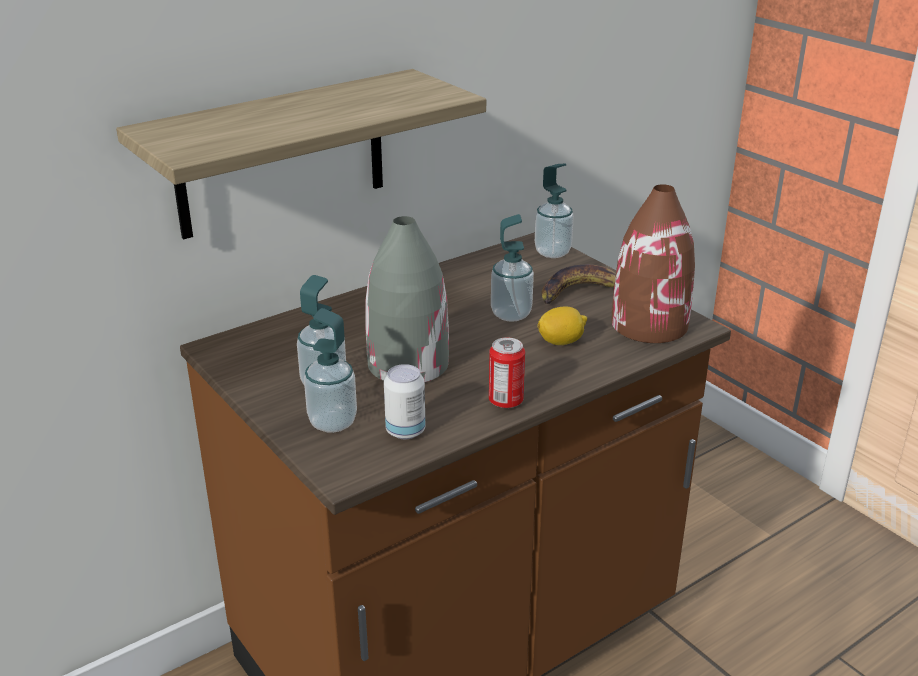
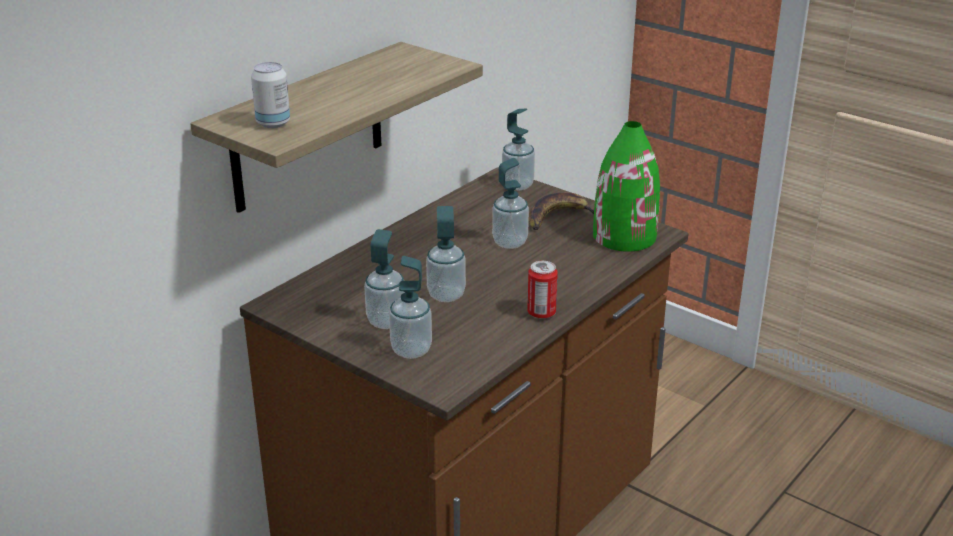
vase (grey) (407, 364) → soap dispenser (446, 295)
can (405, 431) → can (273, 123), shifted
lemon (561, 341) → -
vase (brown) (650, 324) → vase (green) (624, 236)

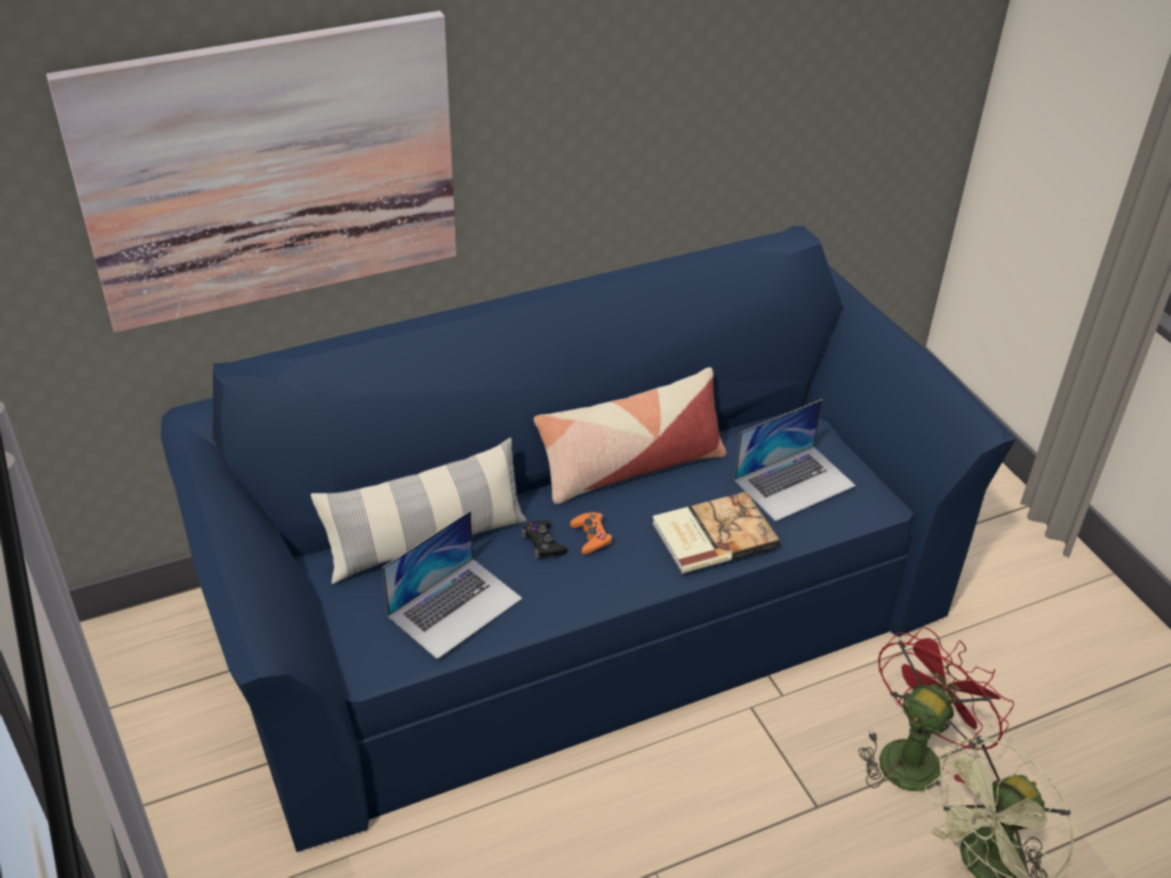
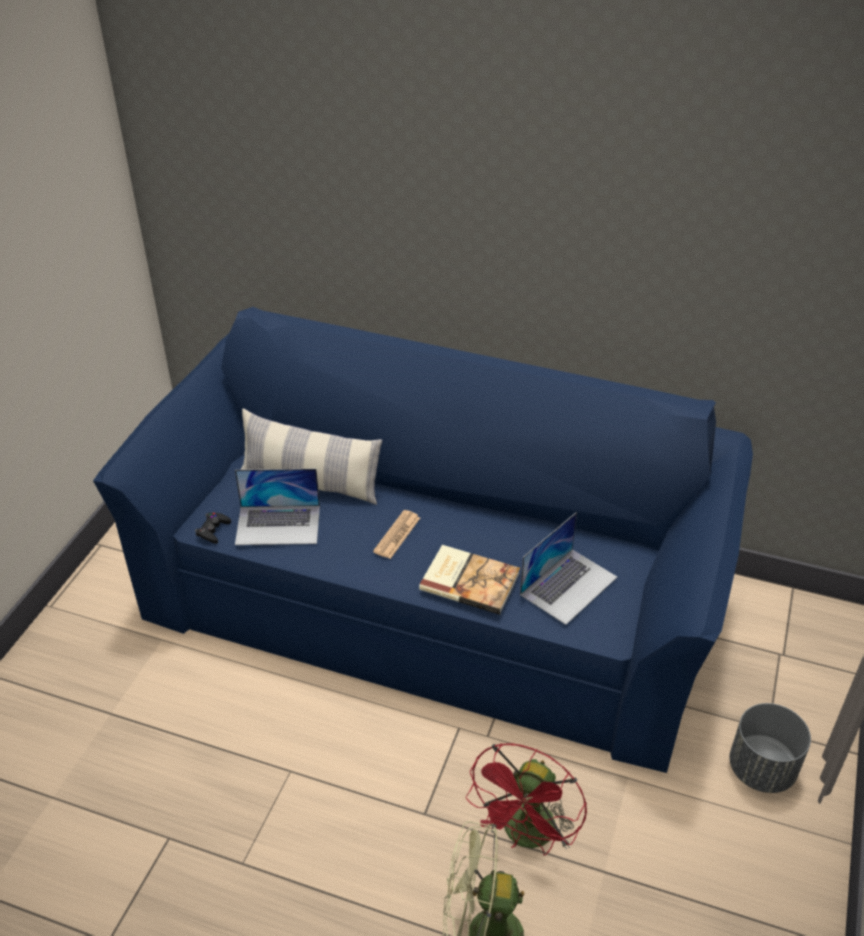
picture (272, 171) → -
game controller (black) (543, 543) → game controller (black) (213, 530), shifted
pillow (630, 466) → -
game controller (orange) (591, 536) → newspaper (397, 535)
laptop (794, 482) → laptop (568, 585), 60 degrees counterclockwise
fan (red) (915, 755) → fan (red) (527, 836), 120 degrees clockwise
- → planter (grey) (762, 769)

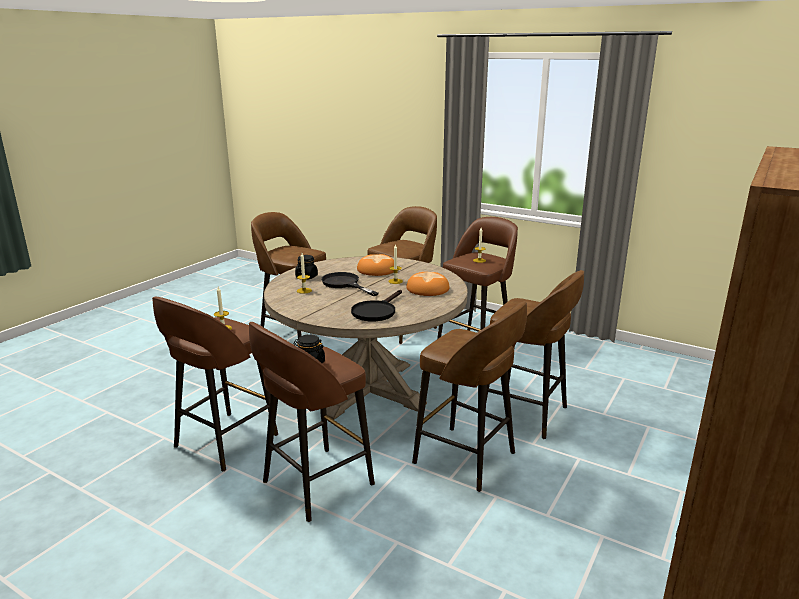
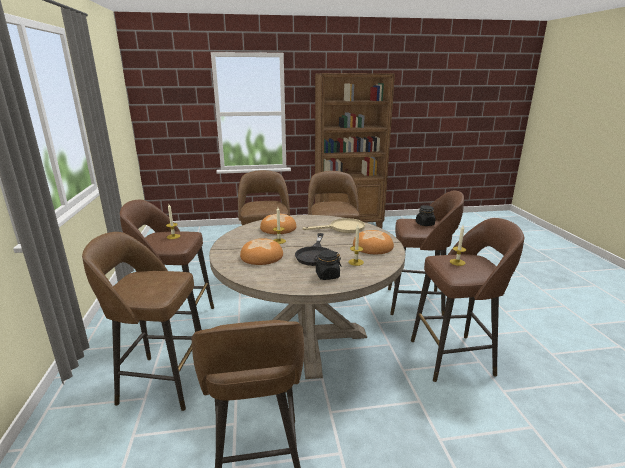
frying pan (black) (376, 311) → frying pan (beige) (342, 228)
- → bread (373, 247)

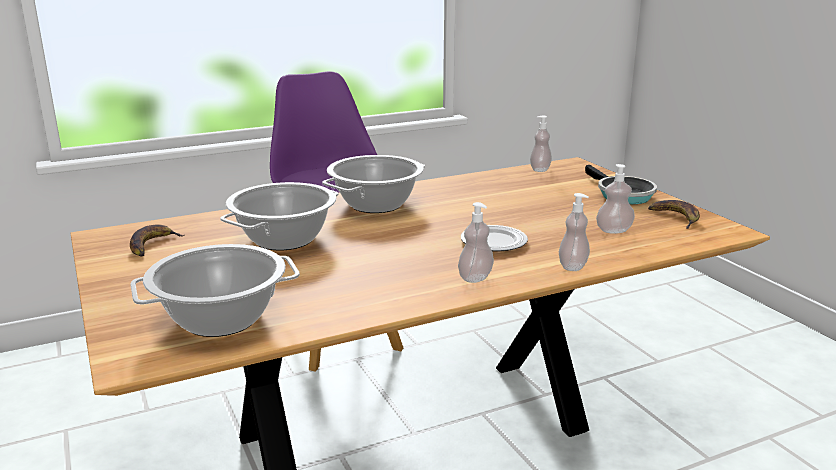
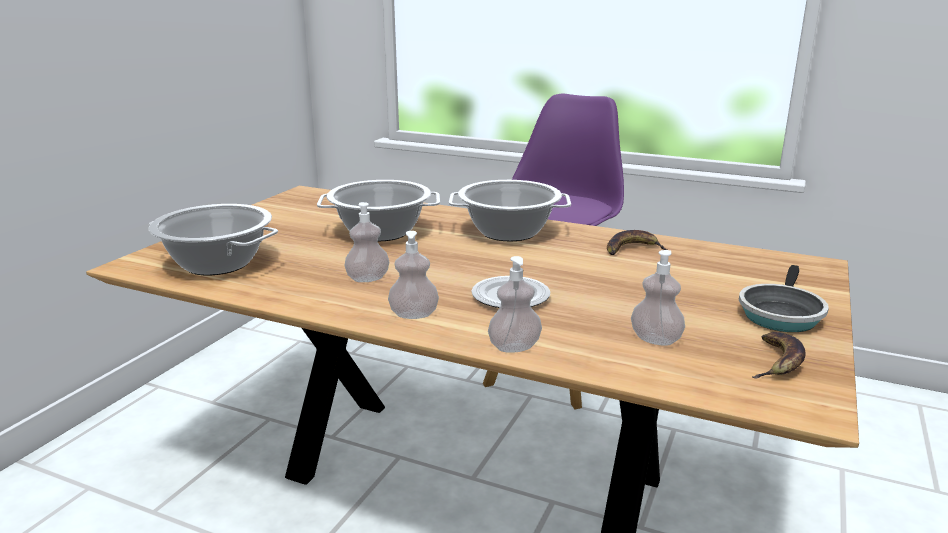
banana (152, 245) → banana (632, 249), shifted
soap dispenser (540, 169) → soap dispenser (368, 279), shifted

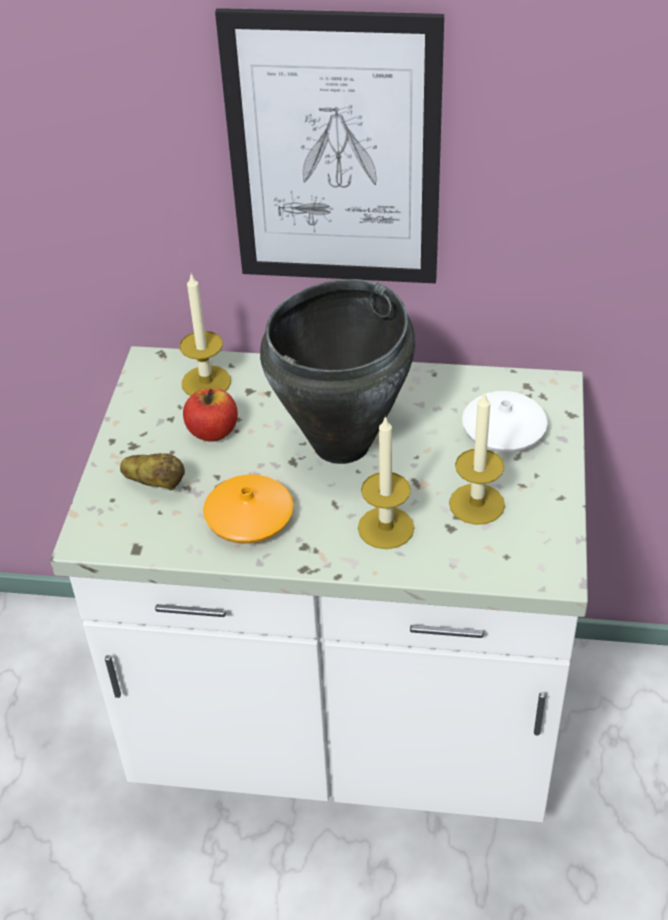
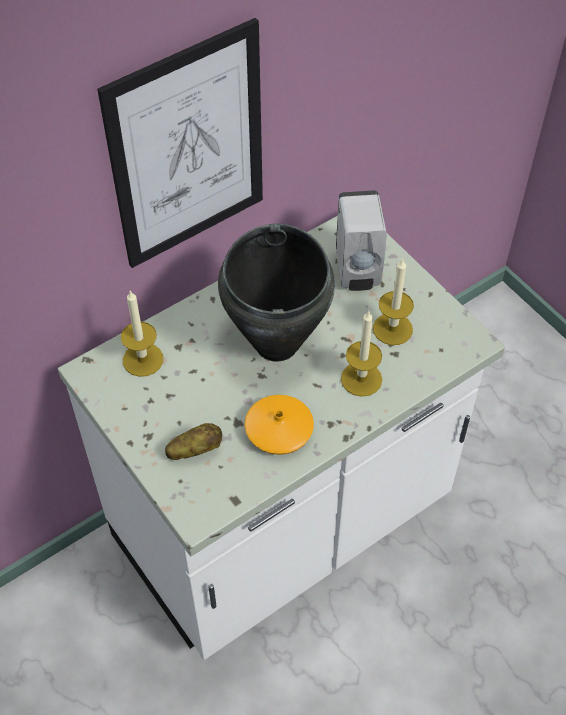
apple (213, 431) → -
vase (white) (503, 431) → soap dispenser (white) (357, 272)

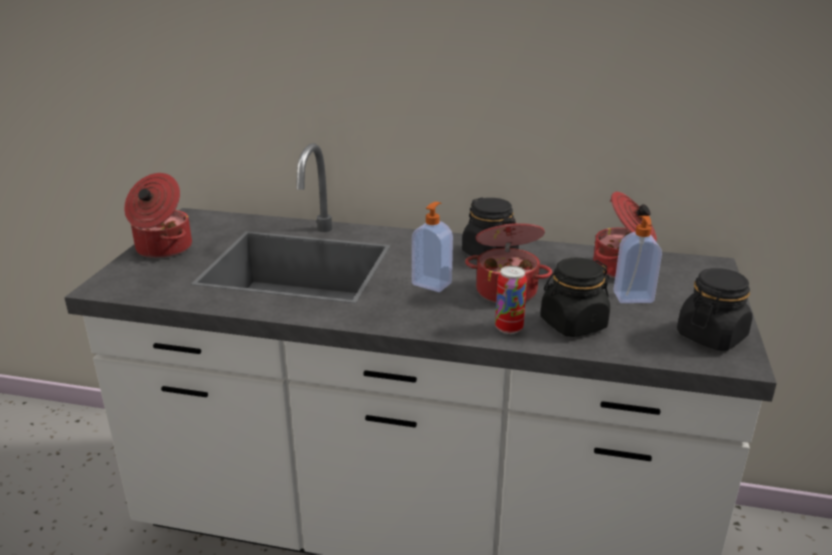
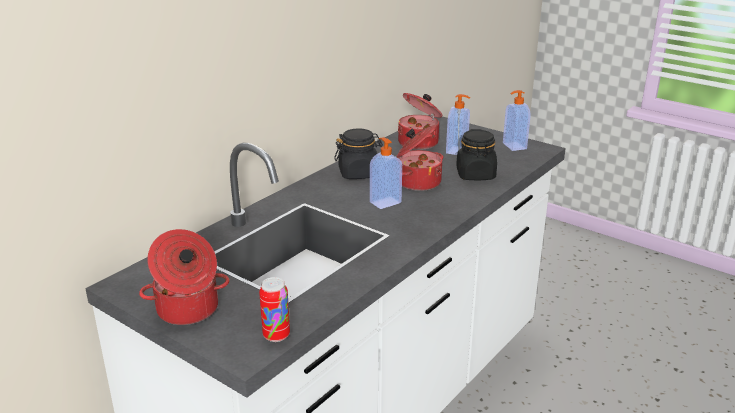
can (509, 328) → can (276, 335), shifted
jar (black) (711, 336) → soap dispenser (513, 146)

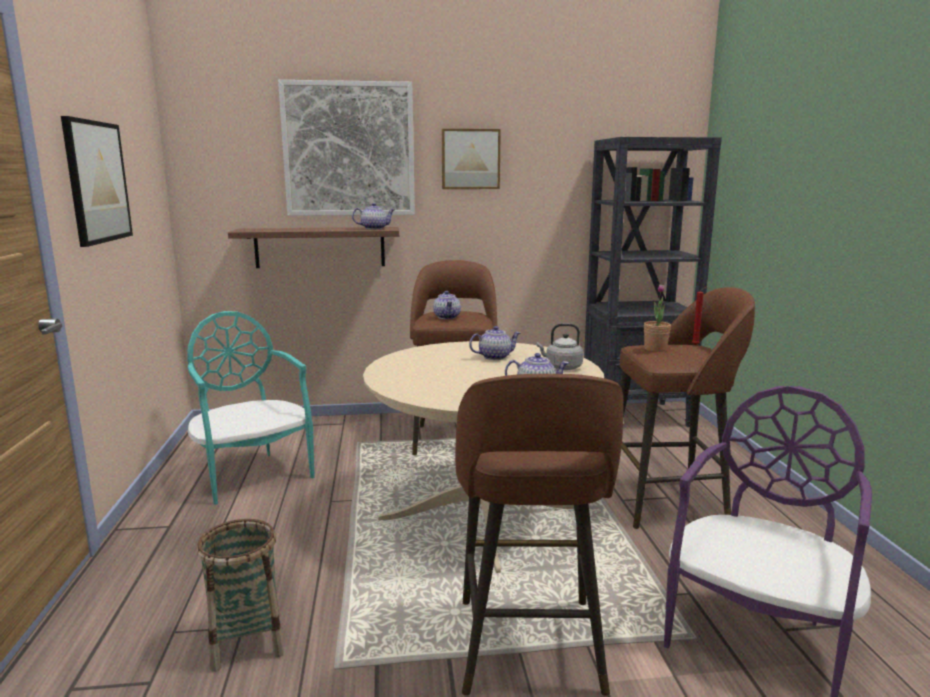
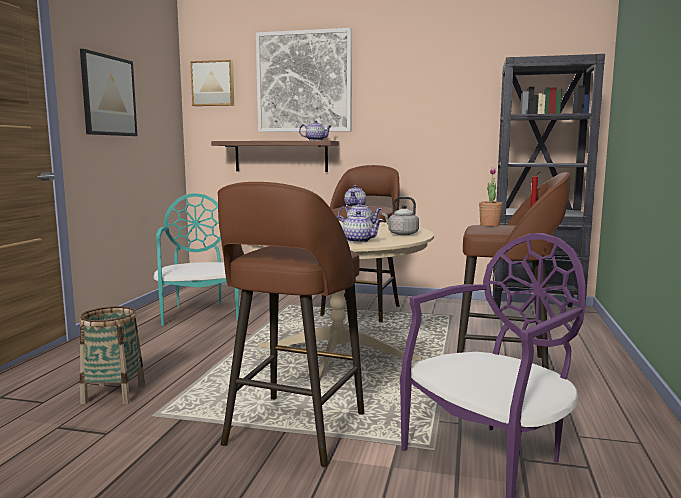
picture (470, 159) → picture (213, 83), shifted

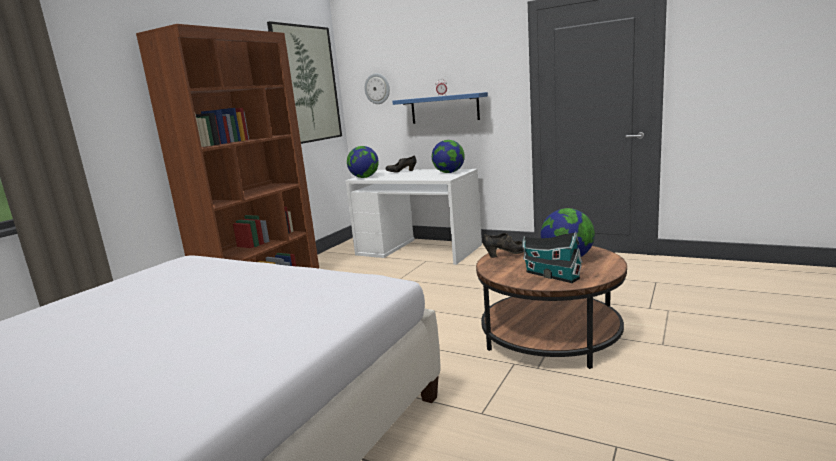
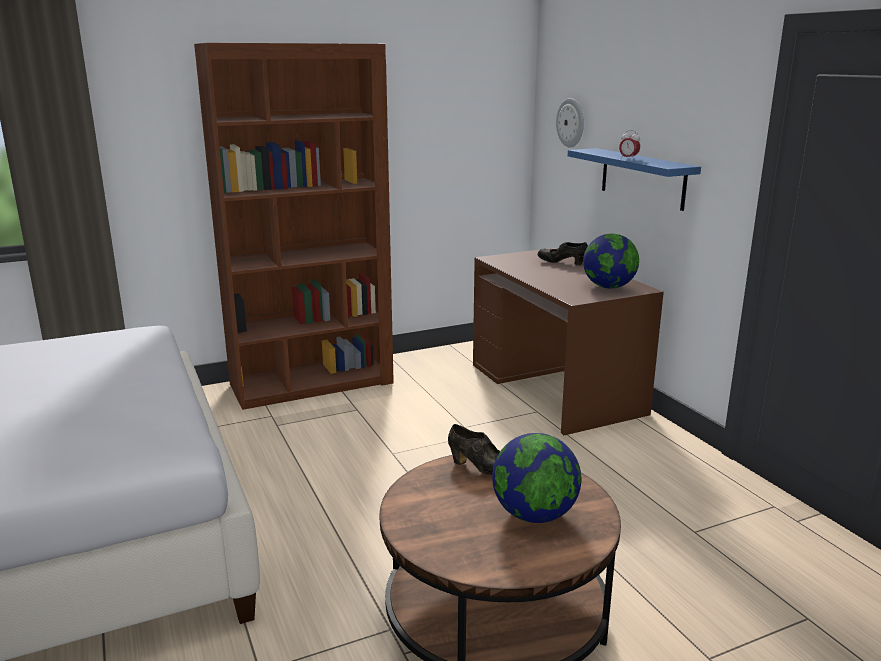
picture (306, 84) → -
desk (white) (418, 250) → desk (brown) (555, 388)
globe (364, 177) → -
toy house (550, 275) → -

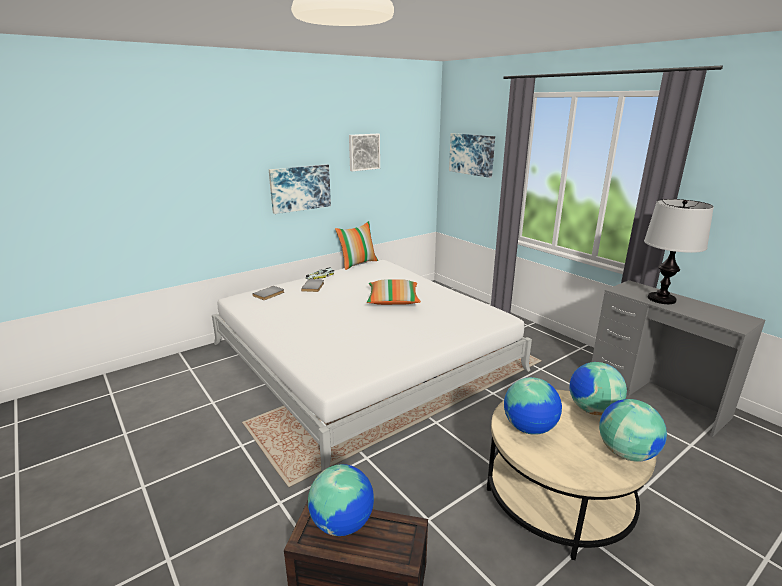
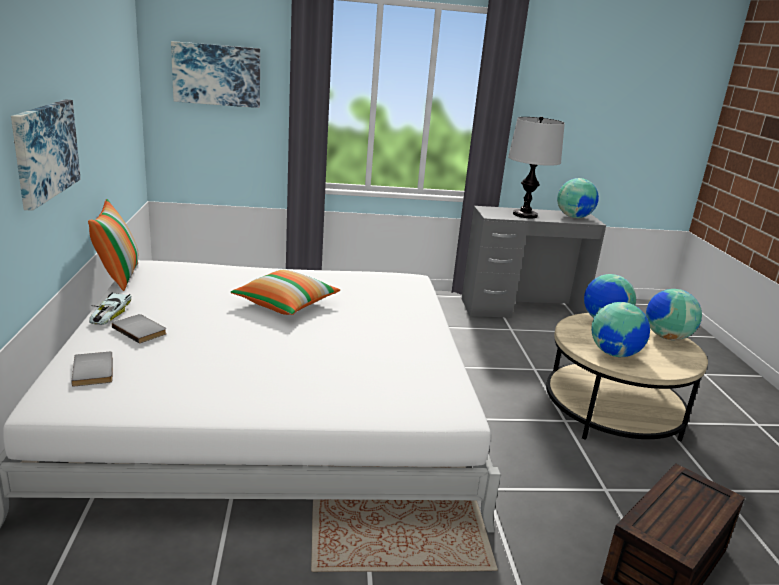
globe (343, 523) → globe (574, 217), shifted
picture (363, 152) → -

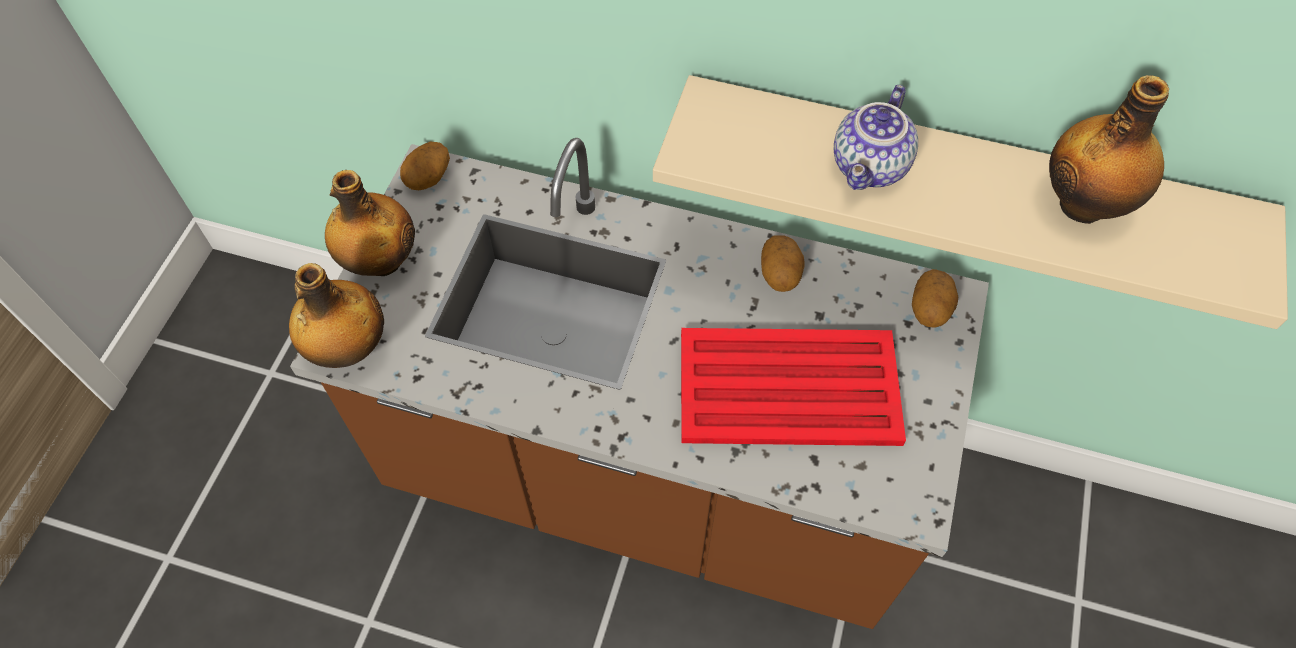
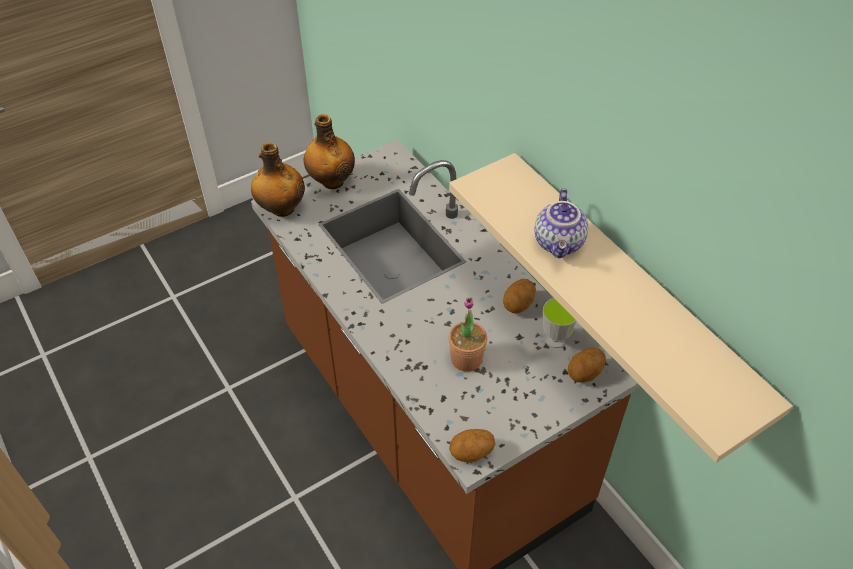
potato (429, 179) → potato (471, 454), shifted
tray (red) (791, 388) → potted plant (466, 359)
teapot (871, 167) → teapot (560, 243), 60 degrees counterclockwise
bottle (1084, 204) → -
- → cup (555, 340)

